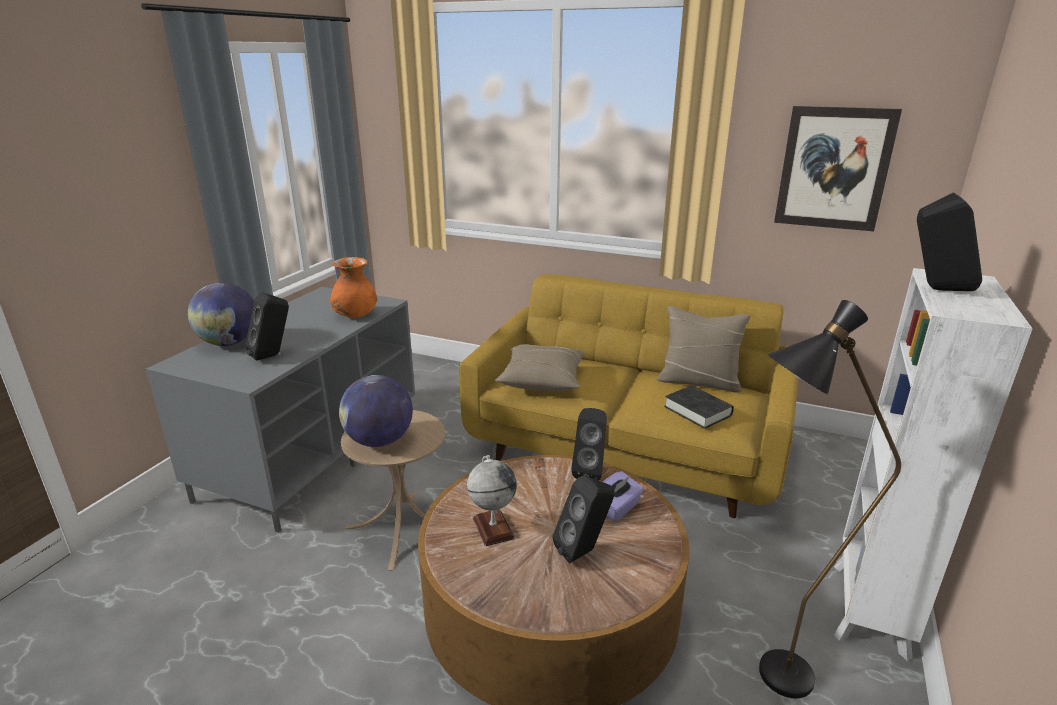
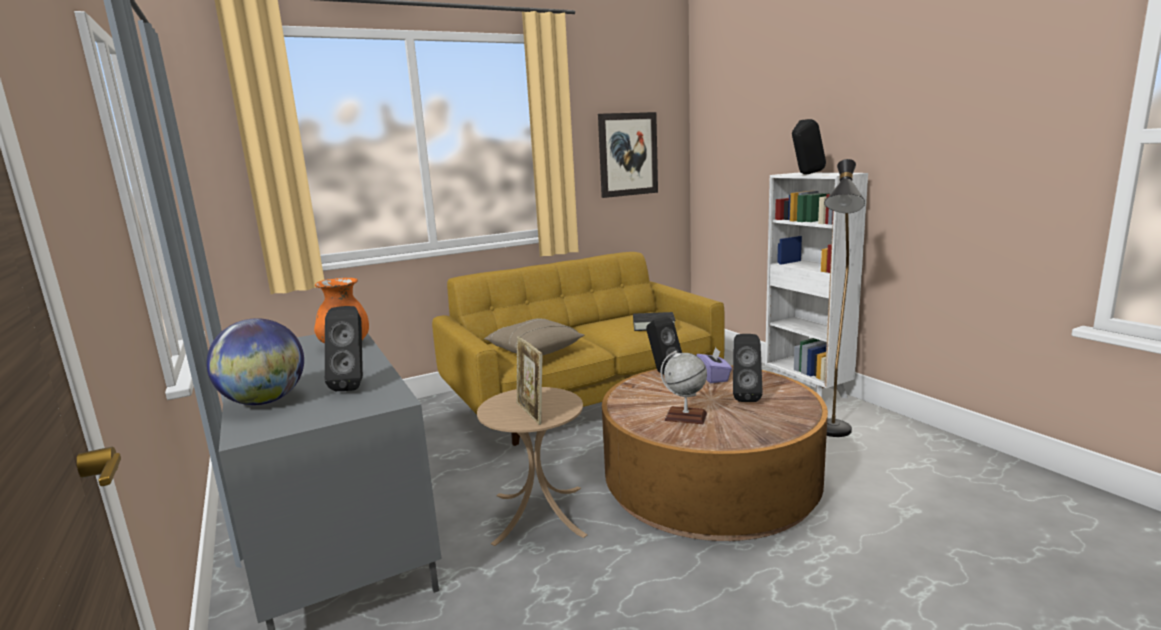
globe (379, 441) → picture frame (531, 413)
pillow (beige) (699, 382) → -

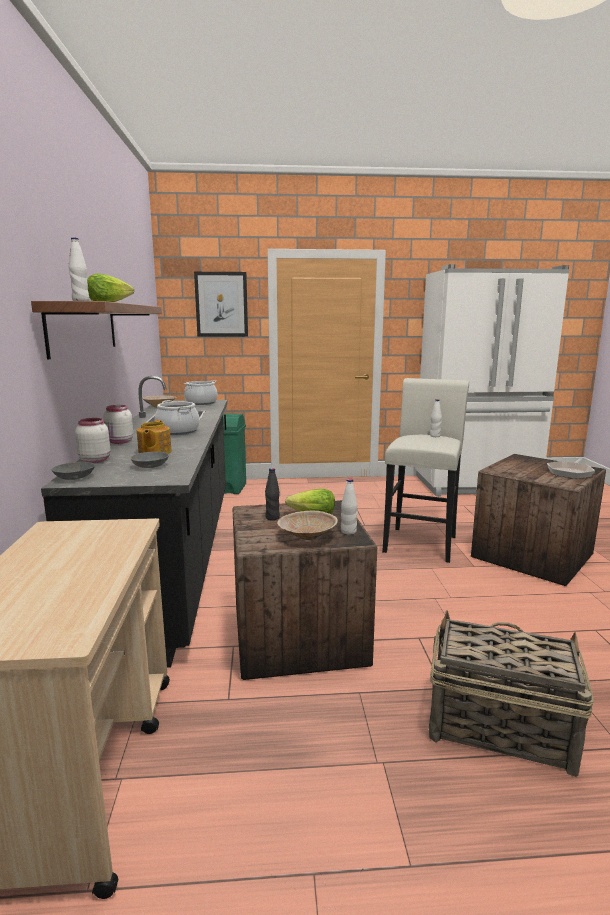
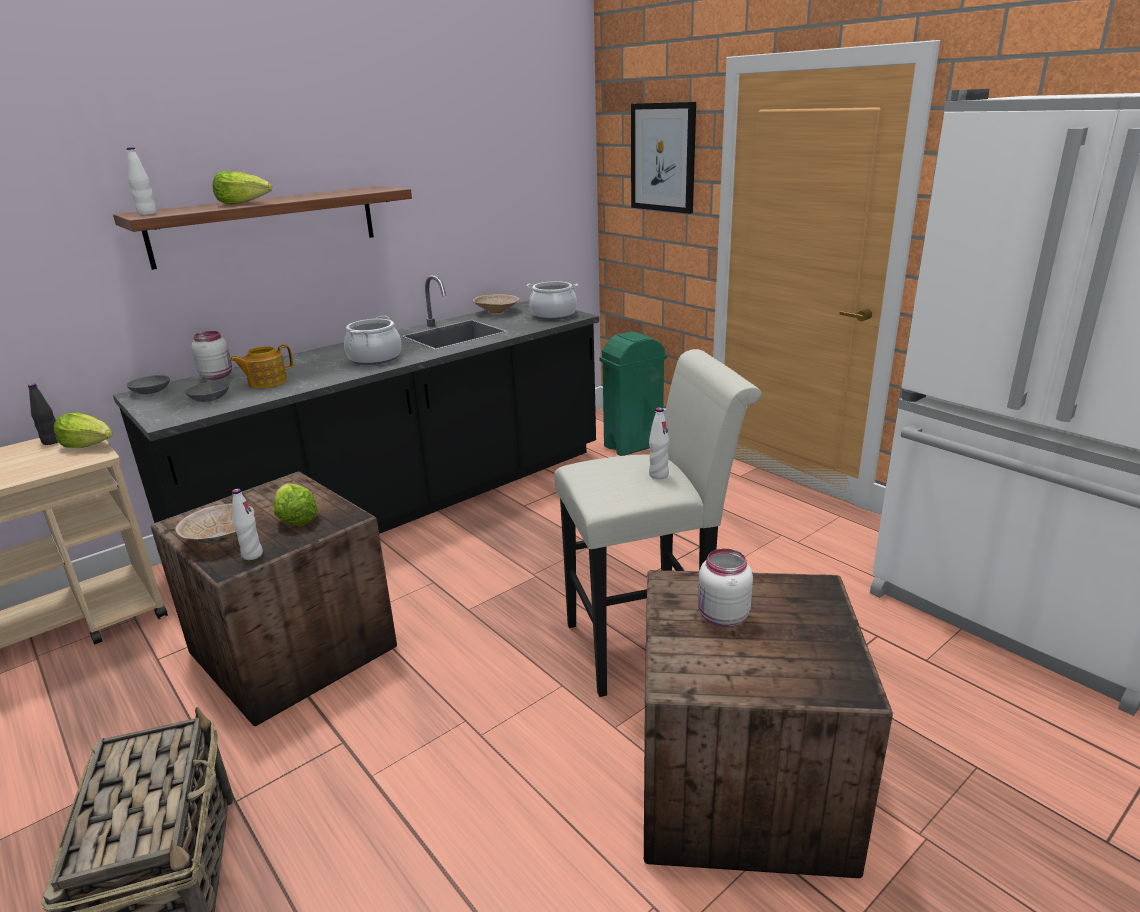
jar (white) (119, 442) → jar (white) (721, 617), shifted
bottle (black) (272, 518) → bottle (black) (52, 442), shifted
frying pan (570, 472) → -
- → lettuce (89, 445)

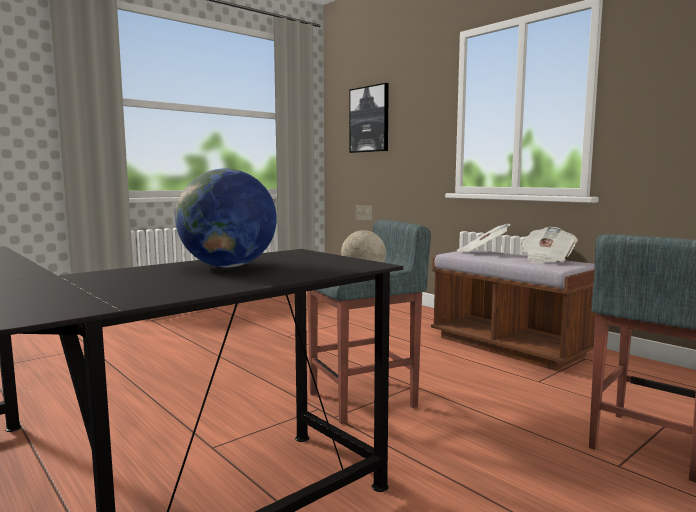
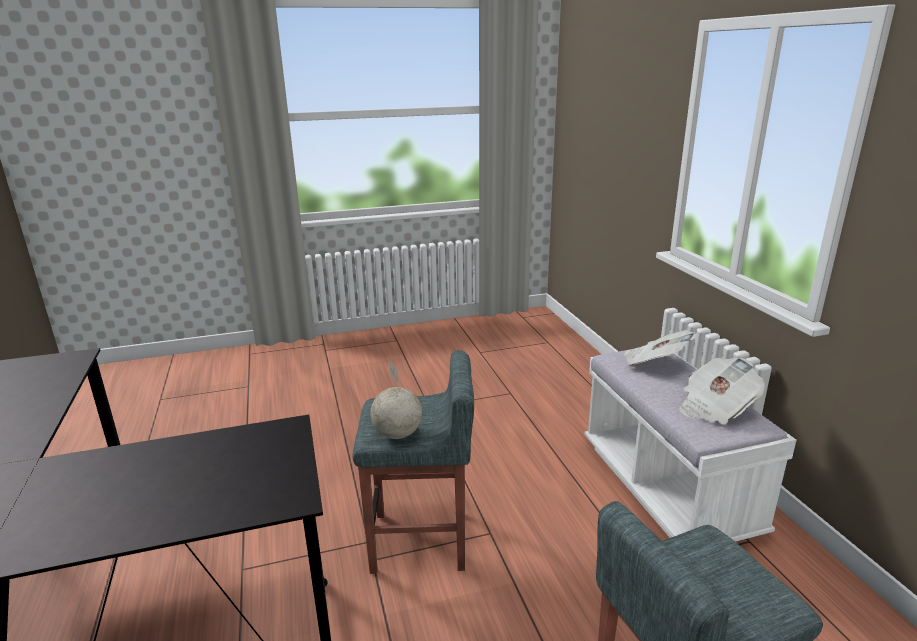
globe (228, 266) → -
picture (369, 119) → -
bench (brown) (509, 346) → bench (white) (667, 488)

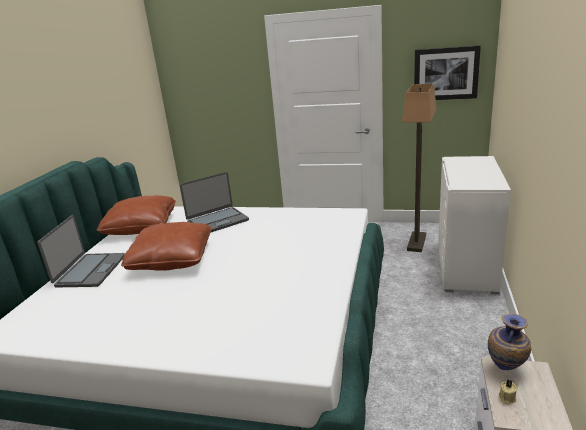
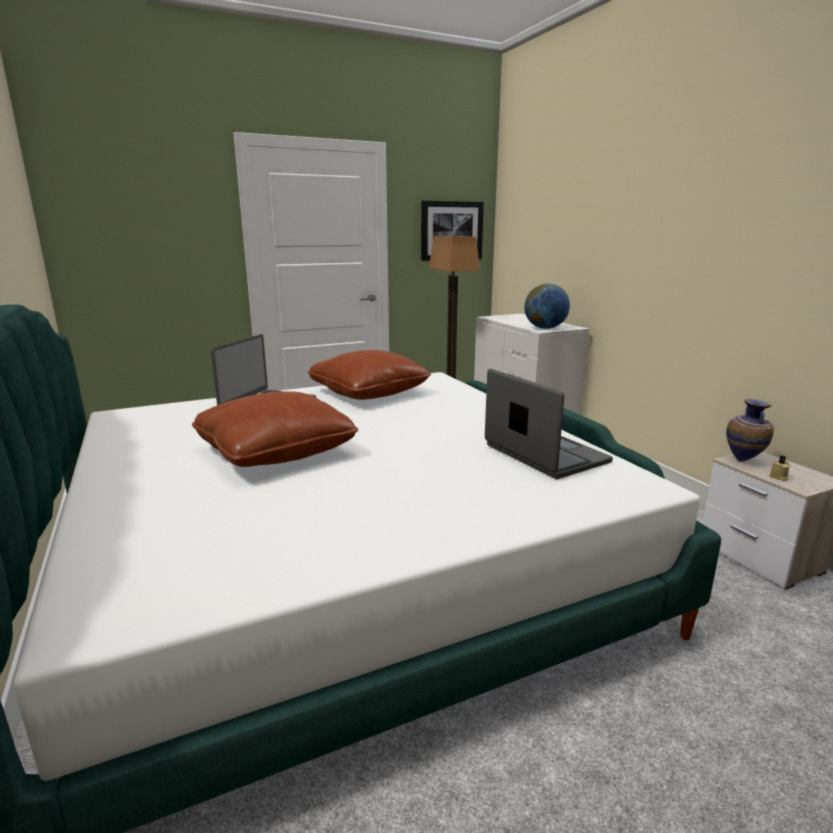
laptop (90, 271) → laptop (544, 454), shifted
pillow (brown) (141, 227) → pillow (brown) (369, 392), shifted
- → globe (545, 328)

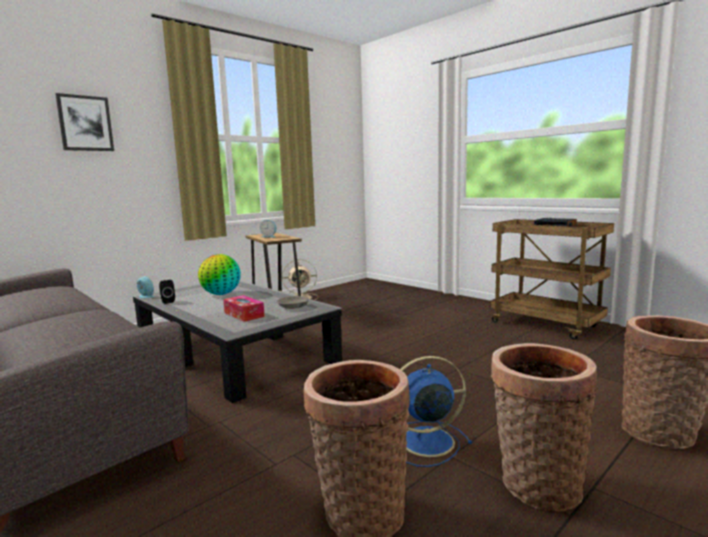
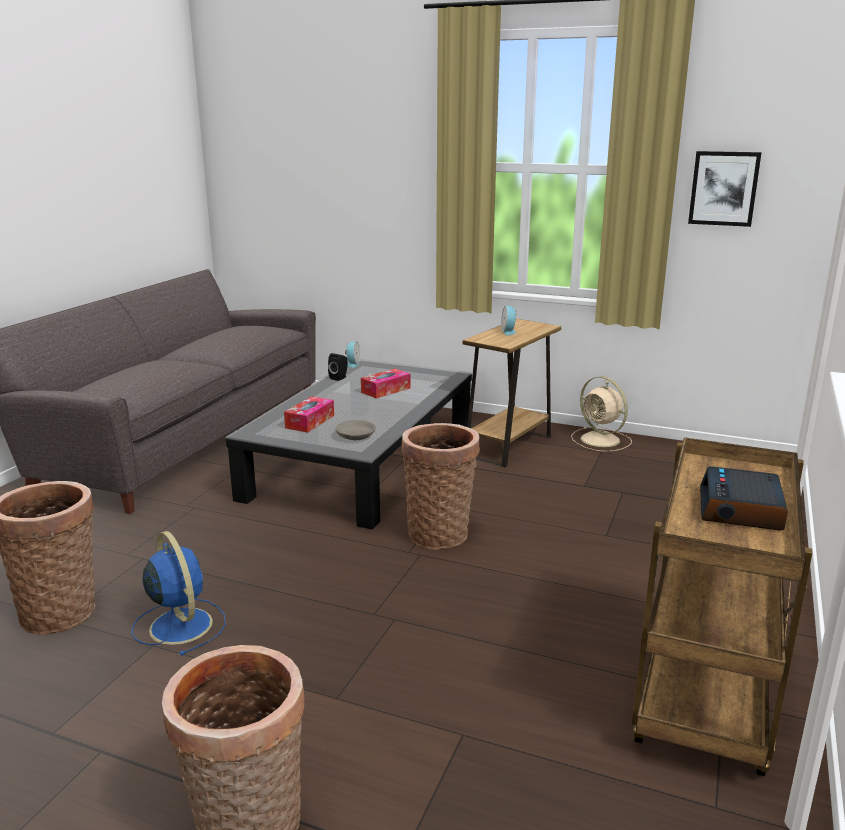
picture (85, 123) → picture (724, 188), shifted
globe (221, 294) → tissue box (386, 390)
basket (535, 483) → basket (439, 532), shifted

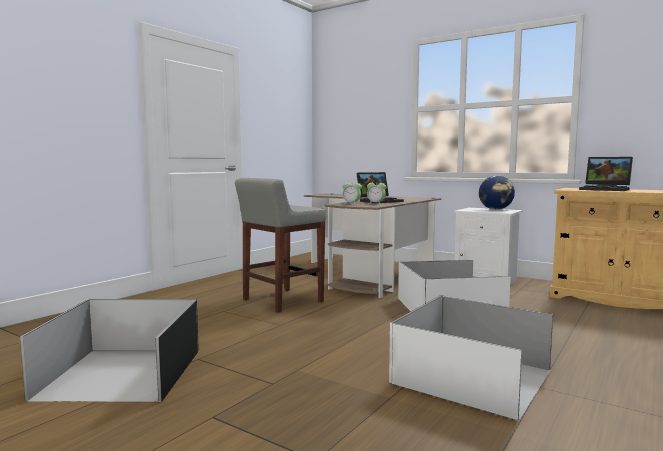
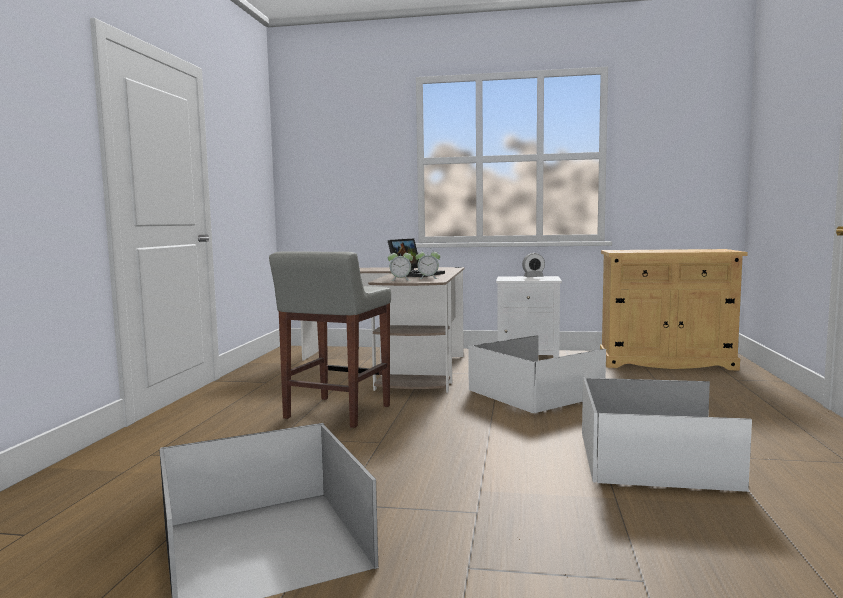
globe (496, 209) → alarm clock (533, 277)
laptop (606, 189) → -

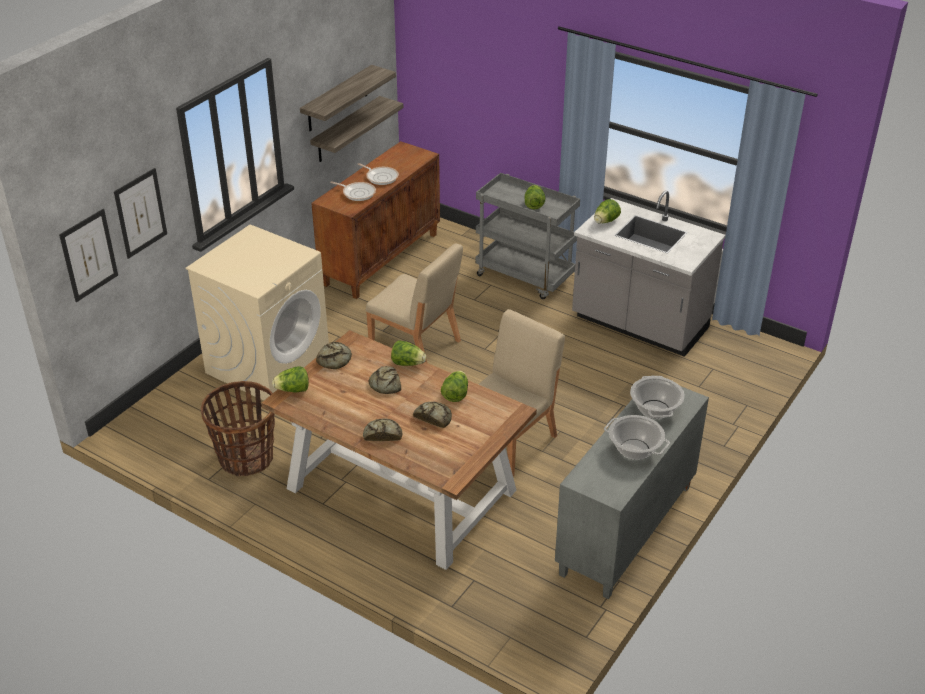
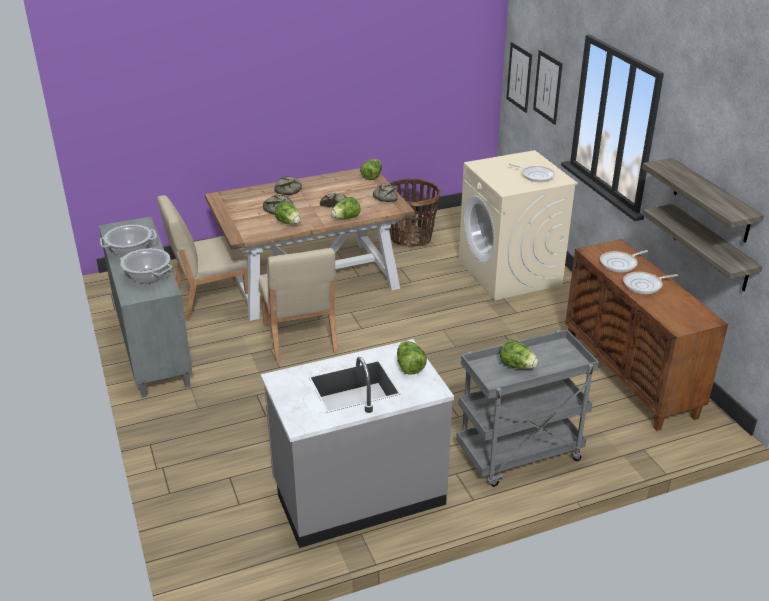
chair (beige) (416, 345) → chair (beige) (210, 299), shifted
- → frying pan (536, 175)

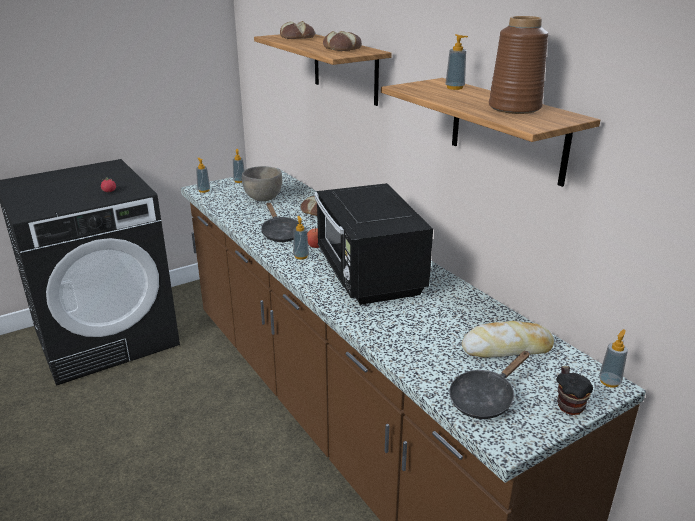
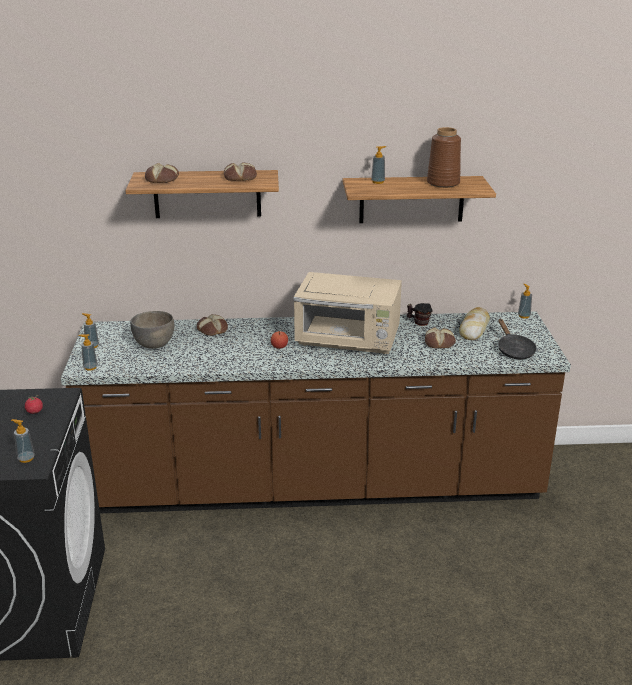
frying pan (black) (280, 233) → -
soap dispenser (301, 256) → soap dispenser (26, 458), shifted
microwave (black) (368, 275) → microwave (beige) (348, 341)
mug (568, 404) → mug (419, 322), shifted
- → bread (440, 342)

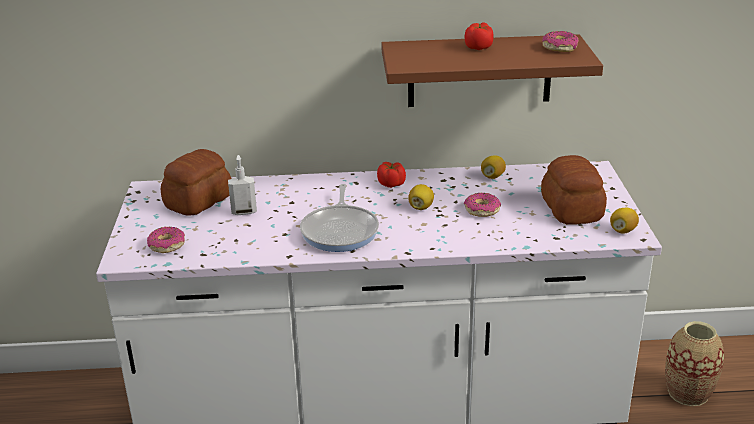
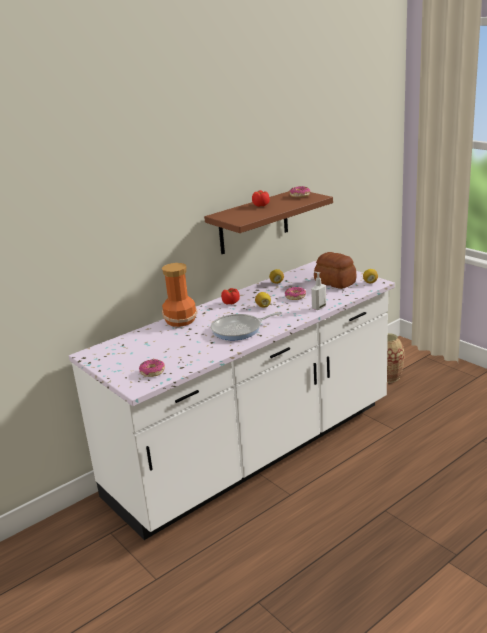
bread (197, 201) → -
soap dispenser (244, 212) → soap dispenser (318, 307), shifted
frying pan (340, 230) → frying pan (239, 330), 105 degrees clockwise
- → vase (180, 320)

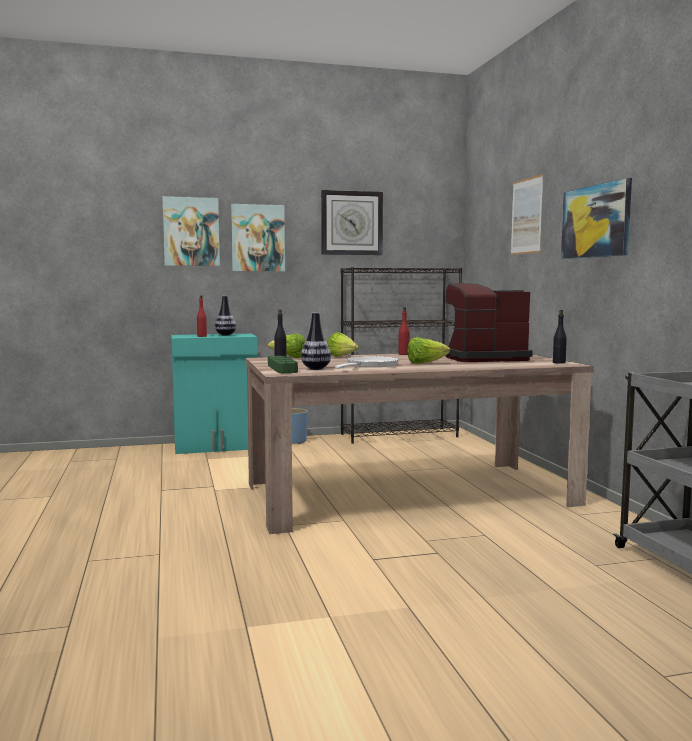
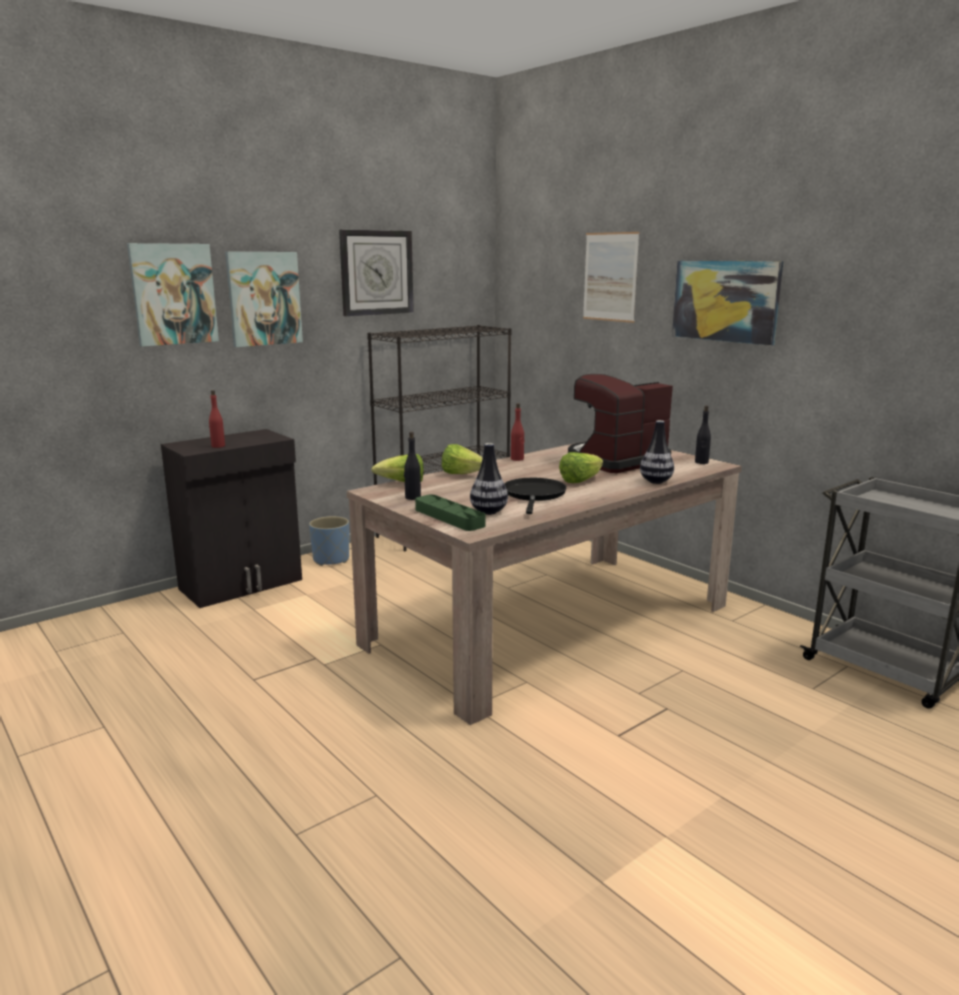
cabinet (turquoise) (216, 446) → cabinet (black) (242, 585)
vase (225, 335) → vase (655, 481), shifted
frying pan (white) (370, 366) → frying pan (black) (534, 495)

